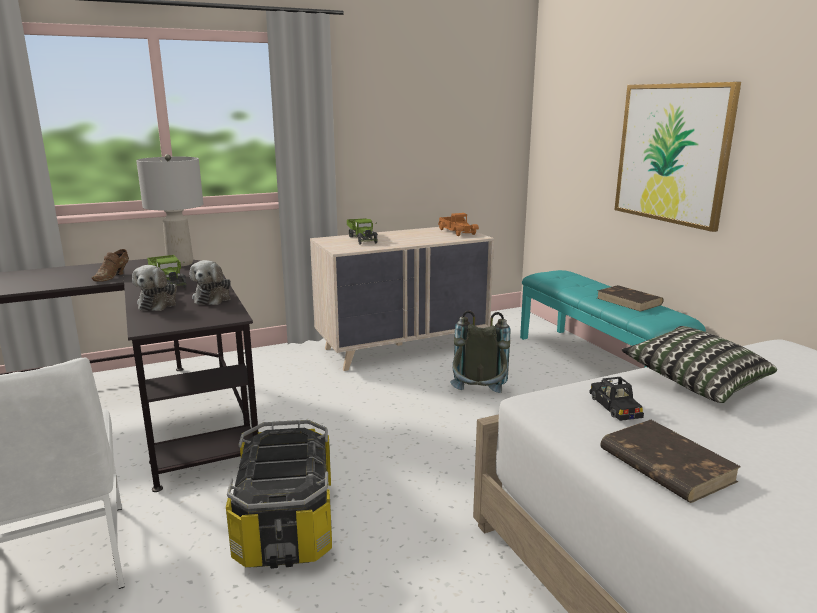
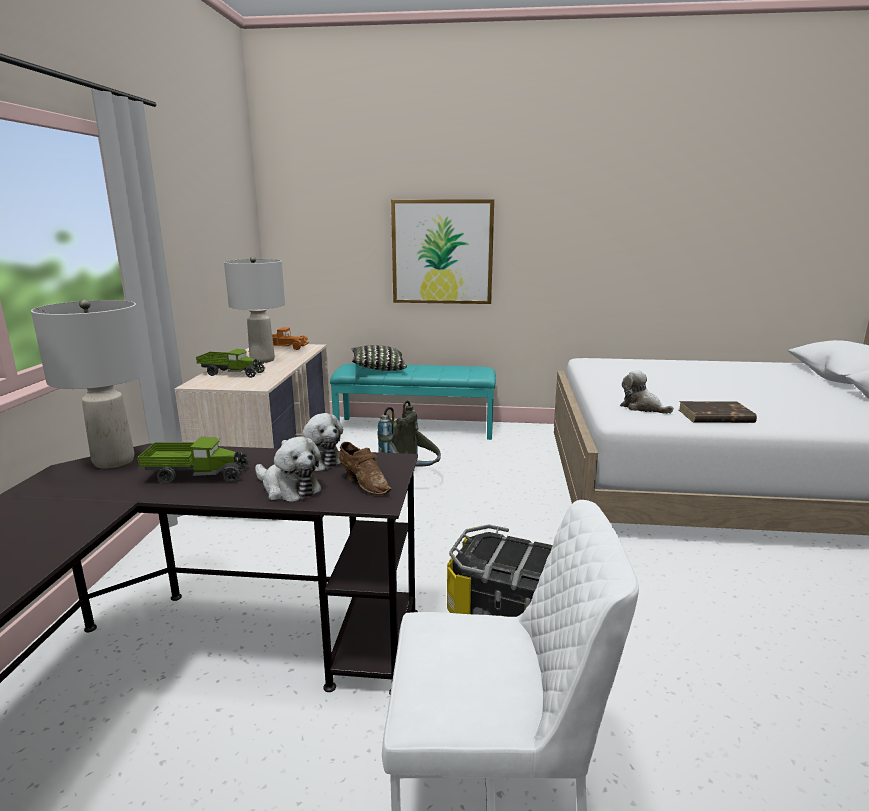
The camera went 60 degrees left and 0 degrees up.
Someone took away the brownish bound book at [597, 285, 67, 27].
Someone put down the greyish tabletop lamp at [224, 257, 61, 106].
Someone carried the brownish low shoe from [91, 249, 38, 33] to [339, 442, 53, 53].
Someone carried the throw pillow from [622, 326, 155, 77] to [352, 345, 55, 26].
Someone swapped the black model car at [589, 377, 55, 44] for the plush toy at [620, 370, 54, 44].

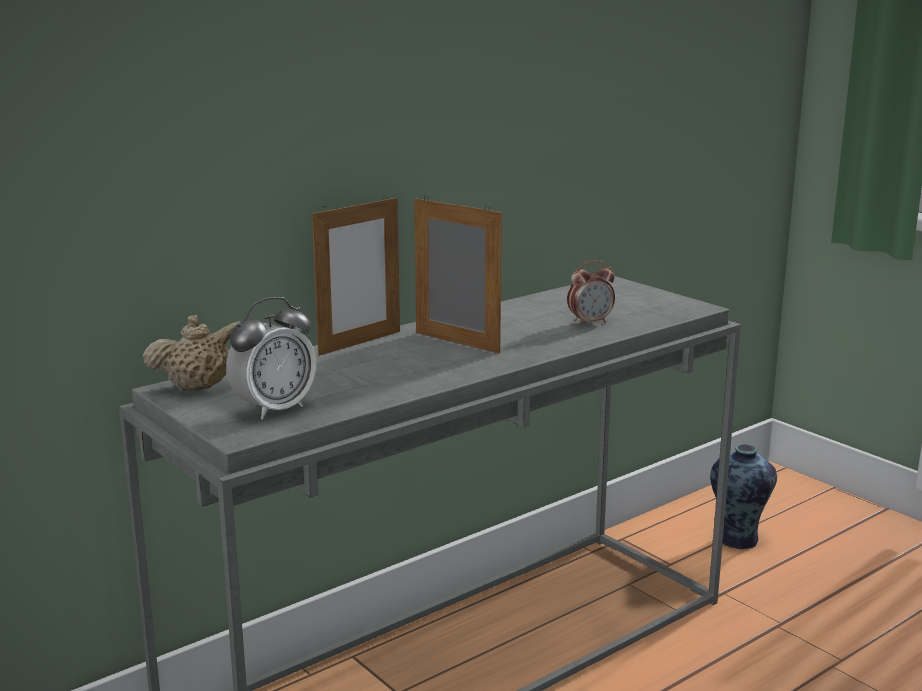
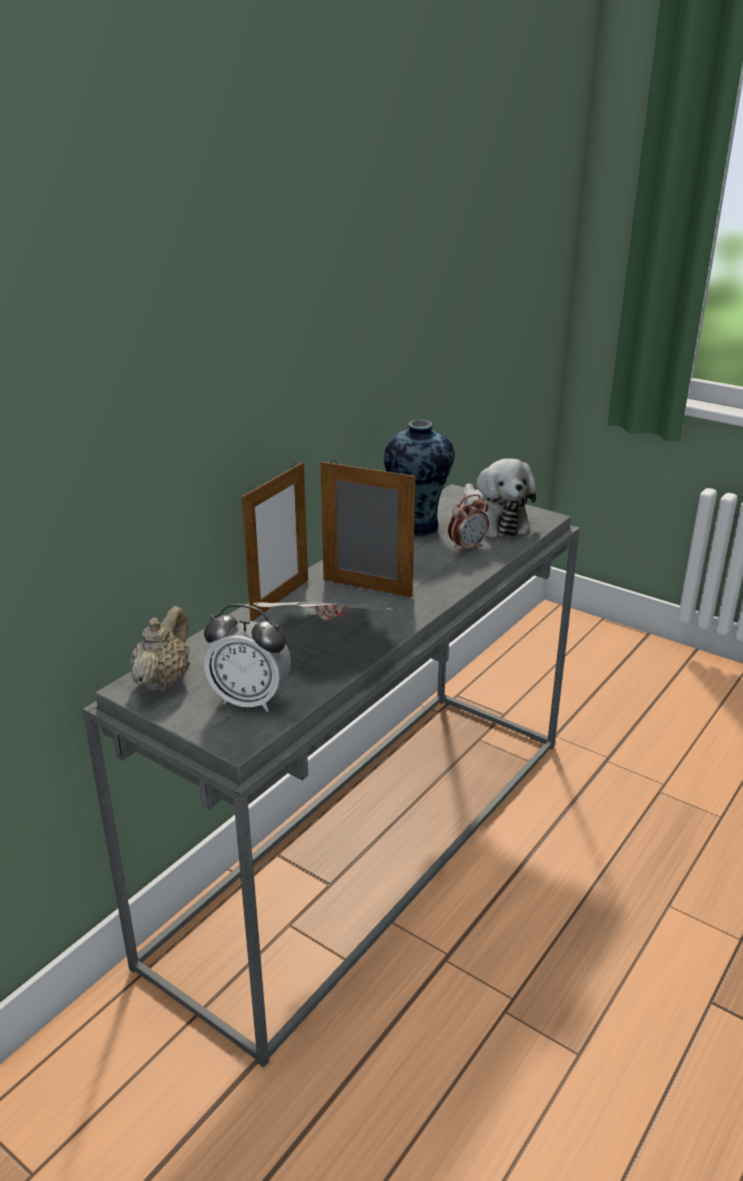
The camera went 15 degrees left and 10 degrees up.
Someone put down the daily paper at [253, 602, 144, 19].
Someone put down the plush toy at [464, 458, 72, 80].
Someone carried the vase from [710, 444, 67, 105] to [384, 420, 71, 116].
Someone rotated the beige teapot at [142, 315, 99, 76] by 45 degrees counterclockwise.
Someone rotated the bedside clock at [226, 297, 90, 123] by 75 degrees clockwise.

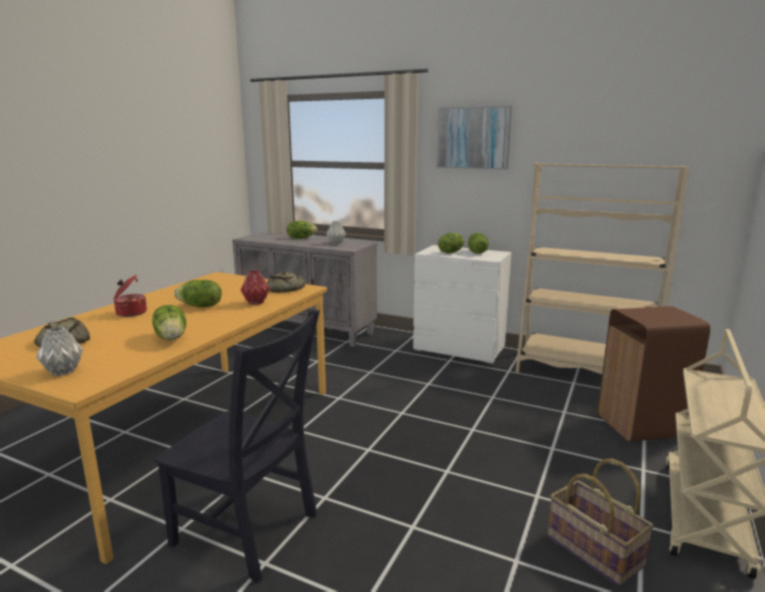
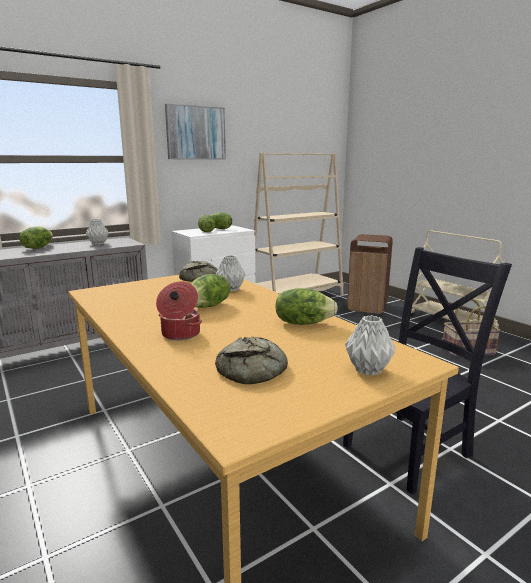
The camera went 60 degrees left and 0 degrees up.
Someone repainted the reddish vase at [240, 270, 30, 35], which became the greyish vase at [216, 255, 30, 37].

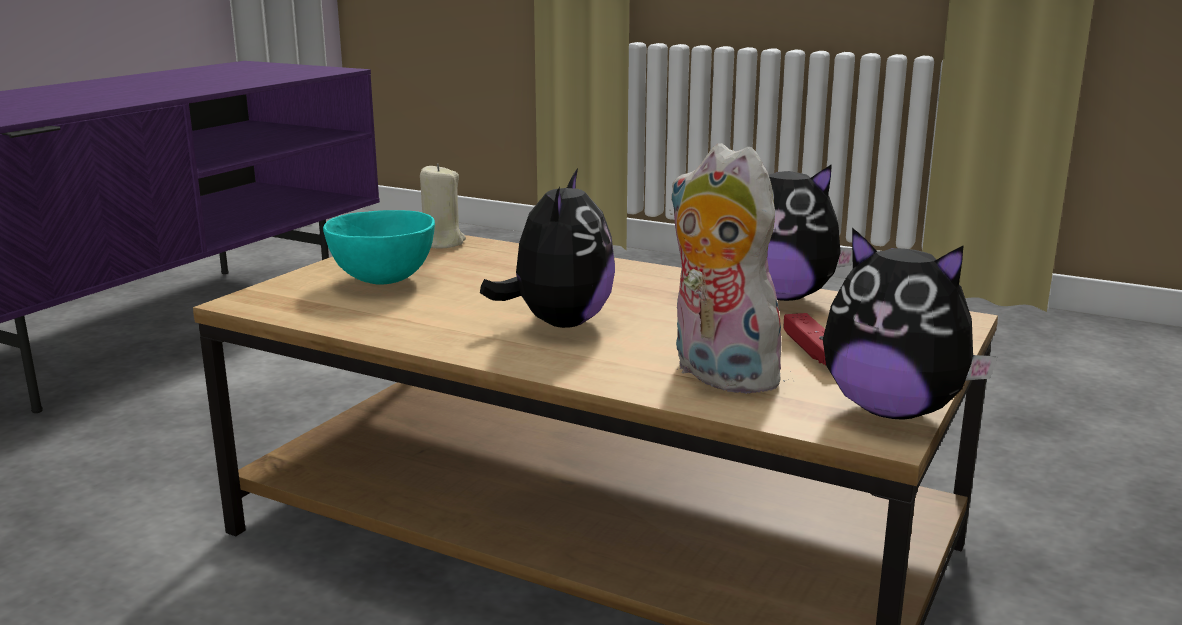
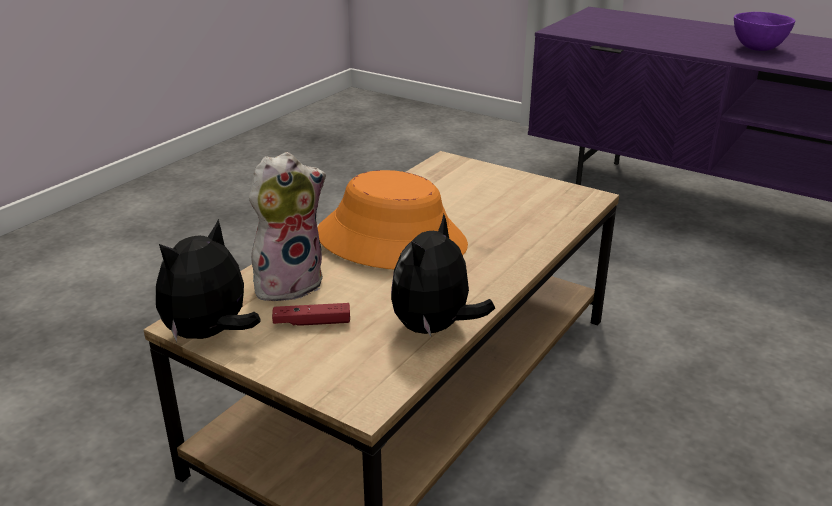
The camera went 95 degrees right and 10 degrees up.
Someone took away the blue-green serving bowl at [323, 210, 112, 75].
Someone took away the beige wax candle at [420, 163, 46, 85].
Someone put down the purplish serving bowl at [734, 12, 61, 39].
Someone swapped the plush toy at [480, 168, 135, 160] for the orange-coloured hat at [317, 170, 151, 99].

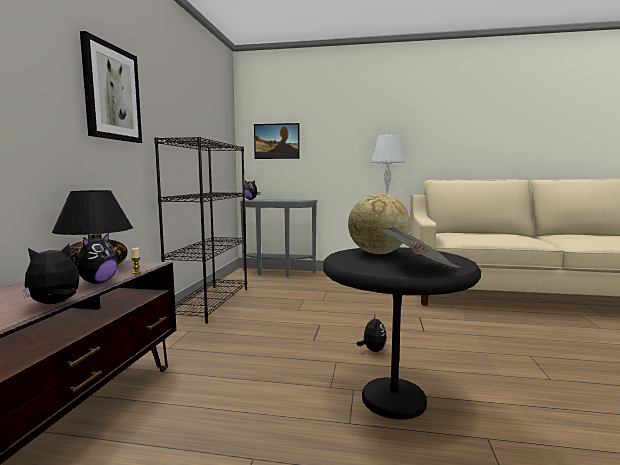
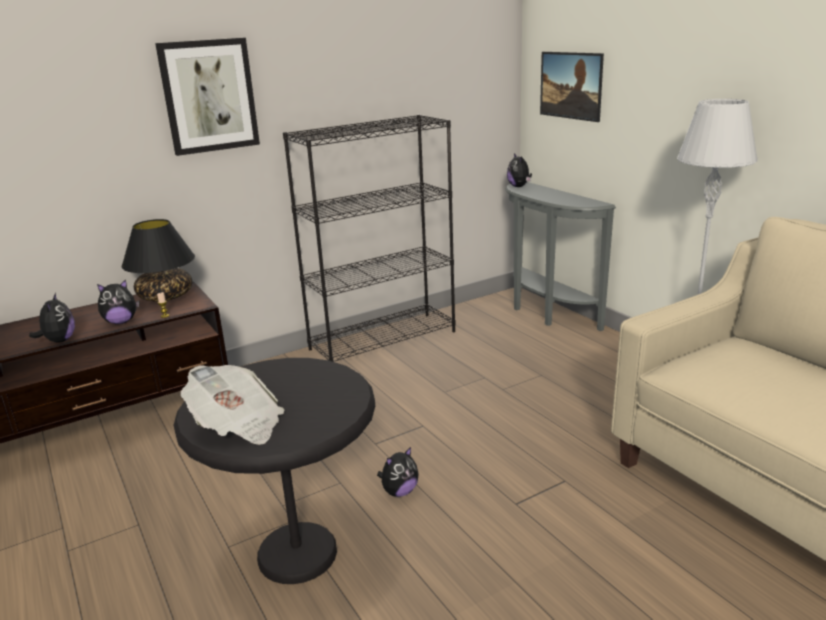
The camera went 50 degrees right and 15 degrees up.
Someone took away the globe at [348, 193, 62, 61].
Someone rotated the plush toy at [22, 244, 57, 60] by 75 degrees clockwise.

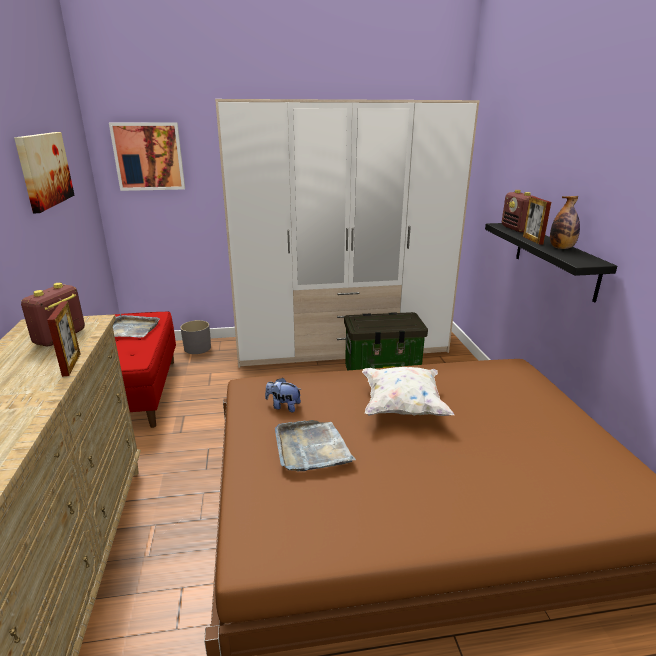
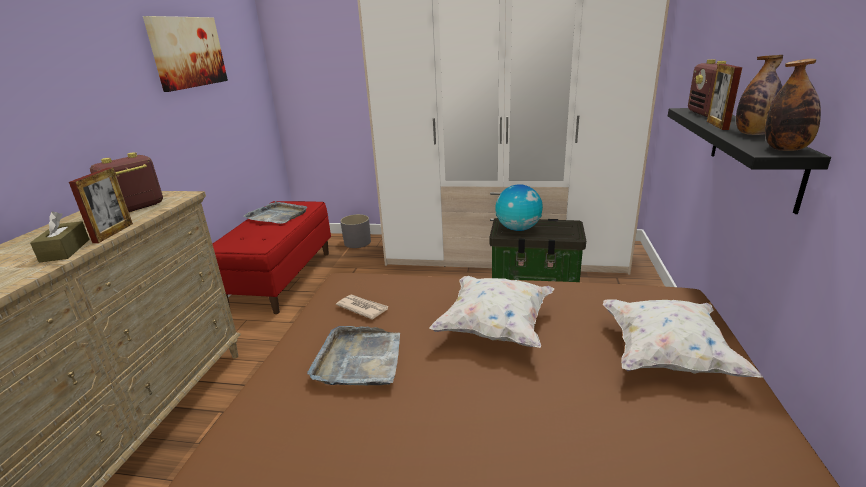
The camera went 20 degrees right and 0 degrees up.
Someone took away the picture at [109, 122, 76, 69].
Someone put down the brownish box of tissues at [30, 212, 59, 51].
Someone put down the globe at [495, 184, 48, 47].
Someone put down the whitish throw pillow at [603, 299, 160, 79].
Someone put down the beverage bottle at [765, 59, 56, 92].
Someone swapped the plush toy at [265, 378, 37, 34] for the daily paper at [336, 294, 53, 26].

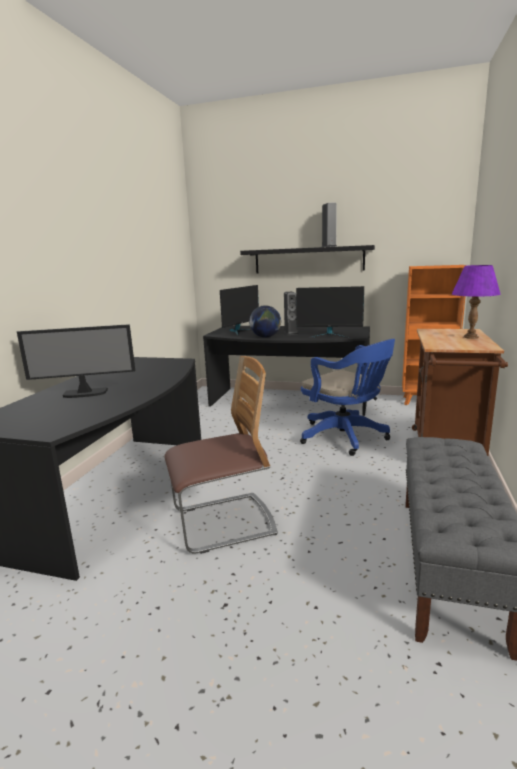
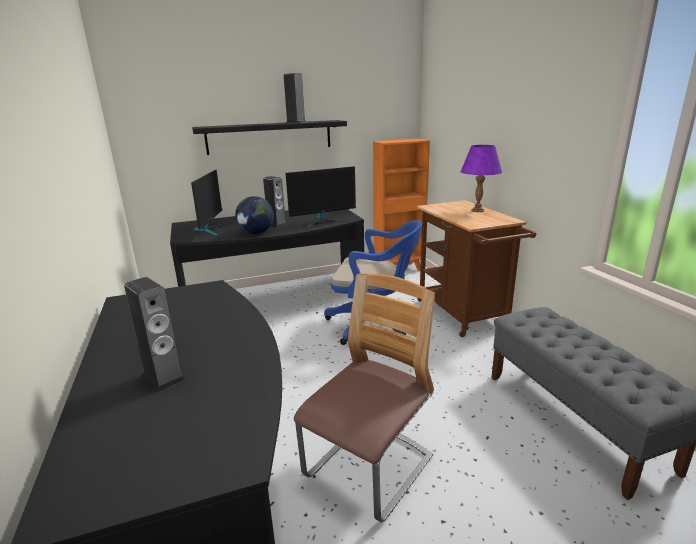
The camera went 35 degrees left and 5 degrees up.
Someone swapped the computer display at [17, 324, 118, 74] for the audio speaker at [124, 277, 61, 115].

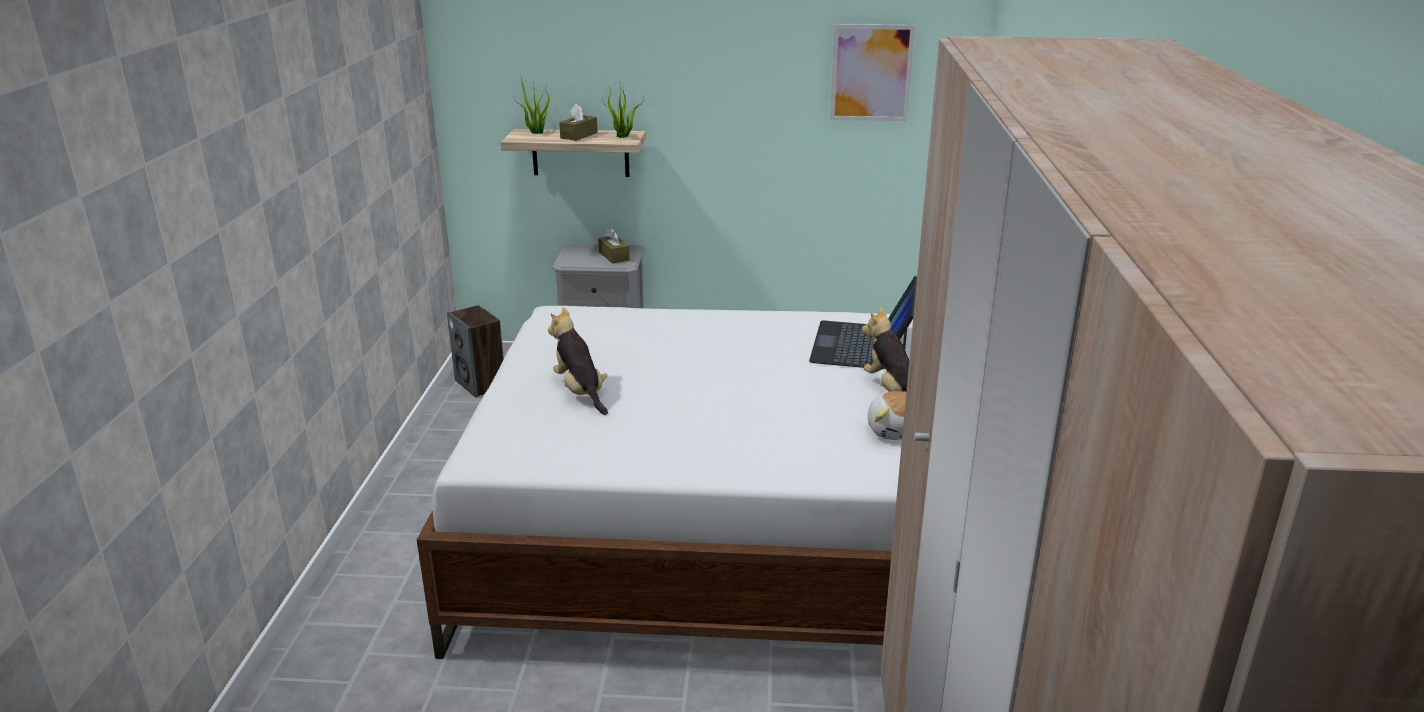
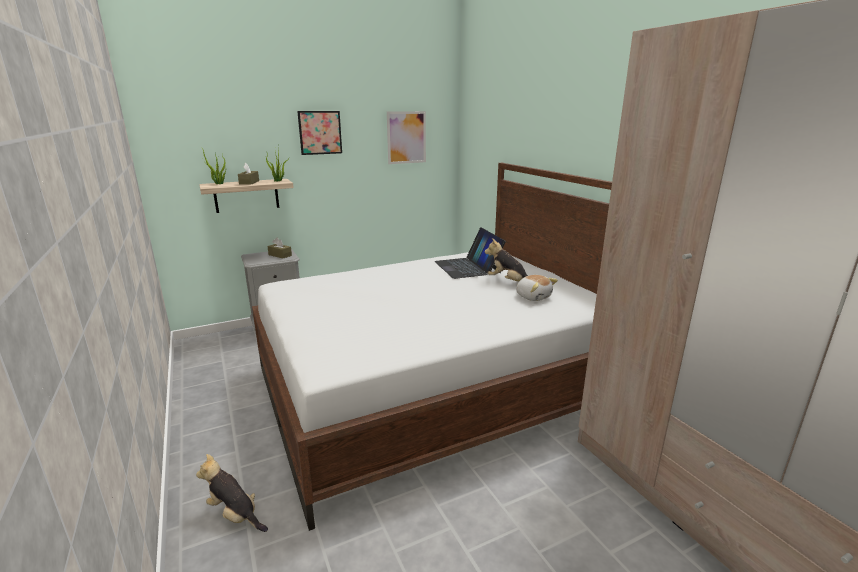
The camera went 30 degrees left and 5 degrees down.
Someone took away the audio speaker at [447, 305, 57, 92].
Someone put up the picture at [297, 111, 45, 44].
Someone carried the plush toy from [548, 307, 60, 108] to [196, 454, 72, 78].

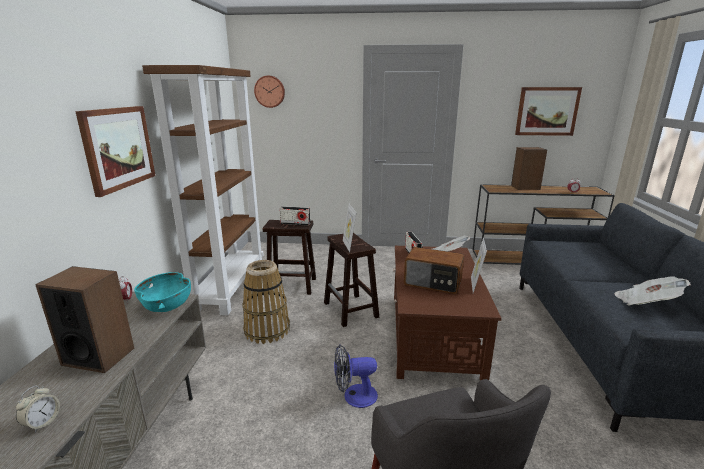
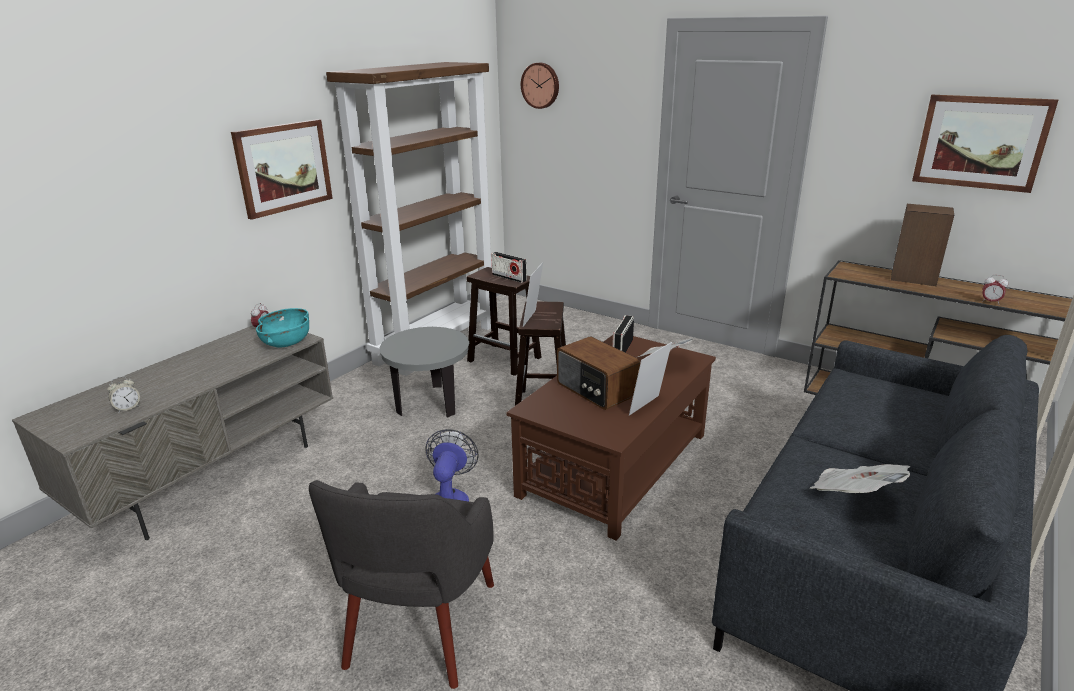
The camera went 30 degrees right and 5 degrees up.
Someone took away the audio speaker at [35, 266, 99, 107].
Someone swapped the household basket at [242, 260, 48, 84] for the greyish side table at [379, 327, 90, 91].
Someone rotated the electric fan at [334, 345, 44, 63] by 75 degrees clockwise.

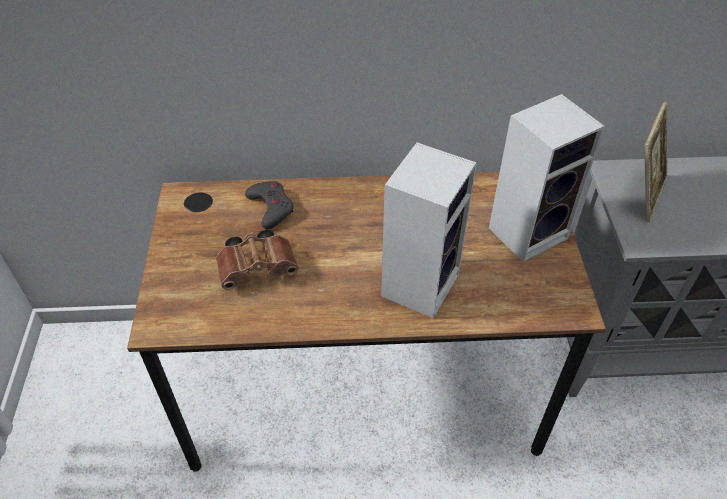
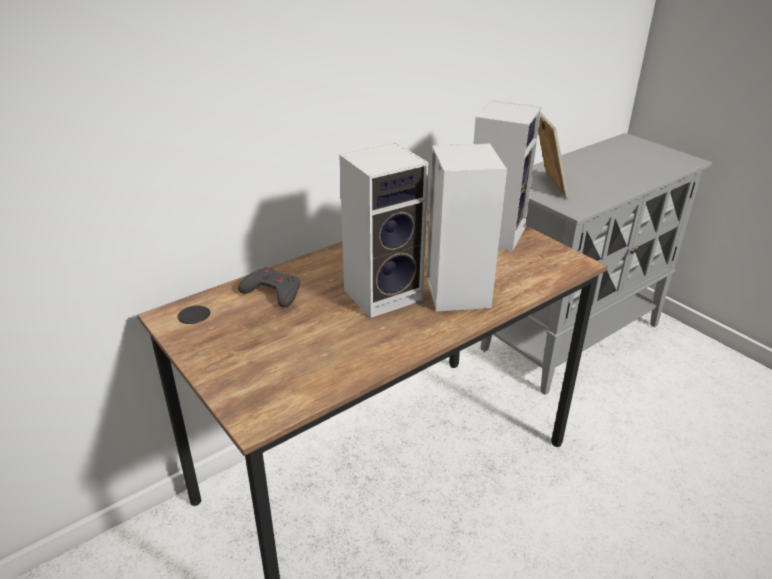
The camera went 35 degrees left and 15 degrees down.
Someone took away the brownish pair of binoculars at [216, 230, 83, 60].
Someone put down the audio speaker at [339, 143, 90, 175].

